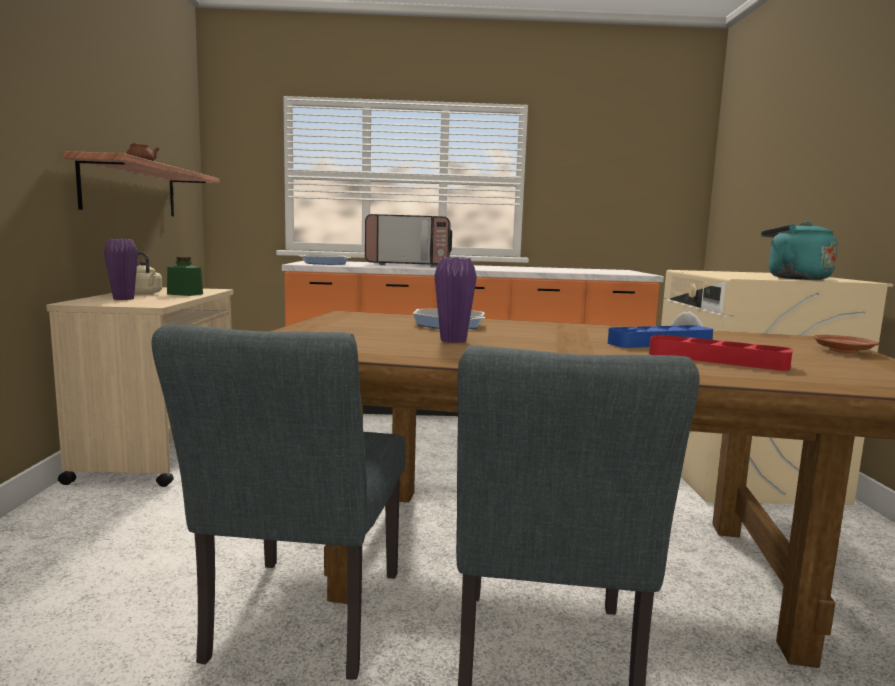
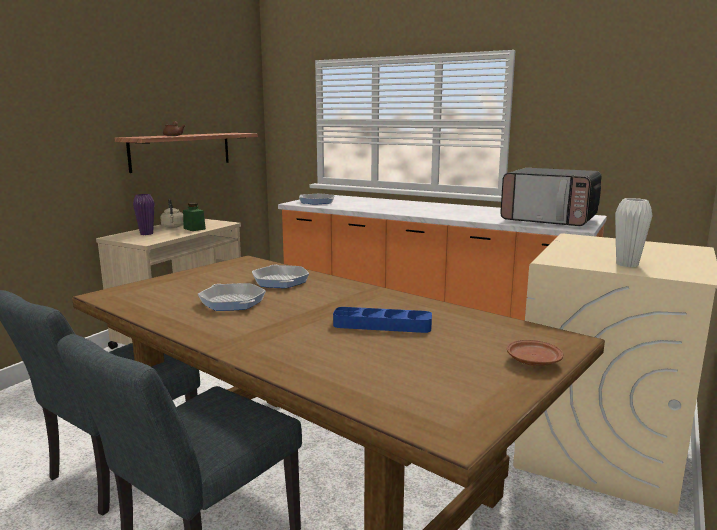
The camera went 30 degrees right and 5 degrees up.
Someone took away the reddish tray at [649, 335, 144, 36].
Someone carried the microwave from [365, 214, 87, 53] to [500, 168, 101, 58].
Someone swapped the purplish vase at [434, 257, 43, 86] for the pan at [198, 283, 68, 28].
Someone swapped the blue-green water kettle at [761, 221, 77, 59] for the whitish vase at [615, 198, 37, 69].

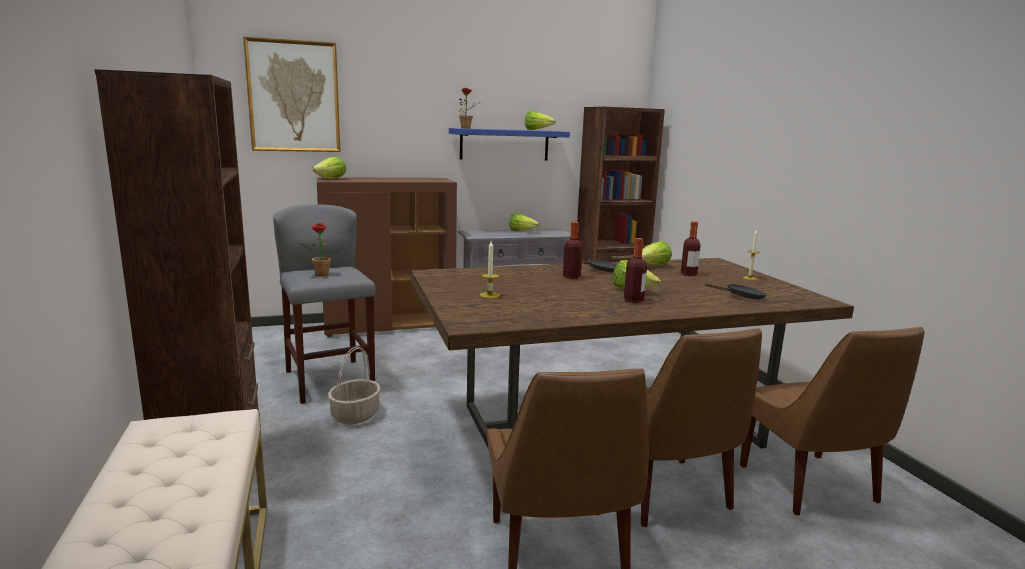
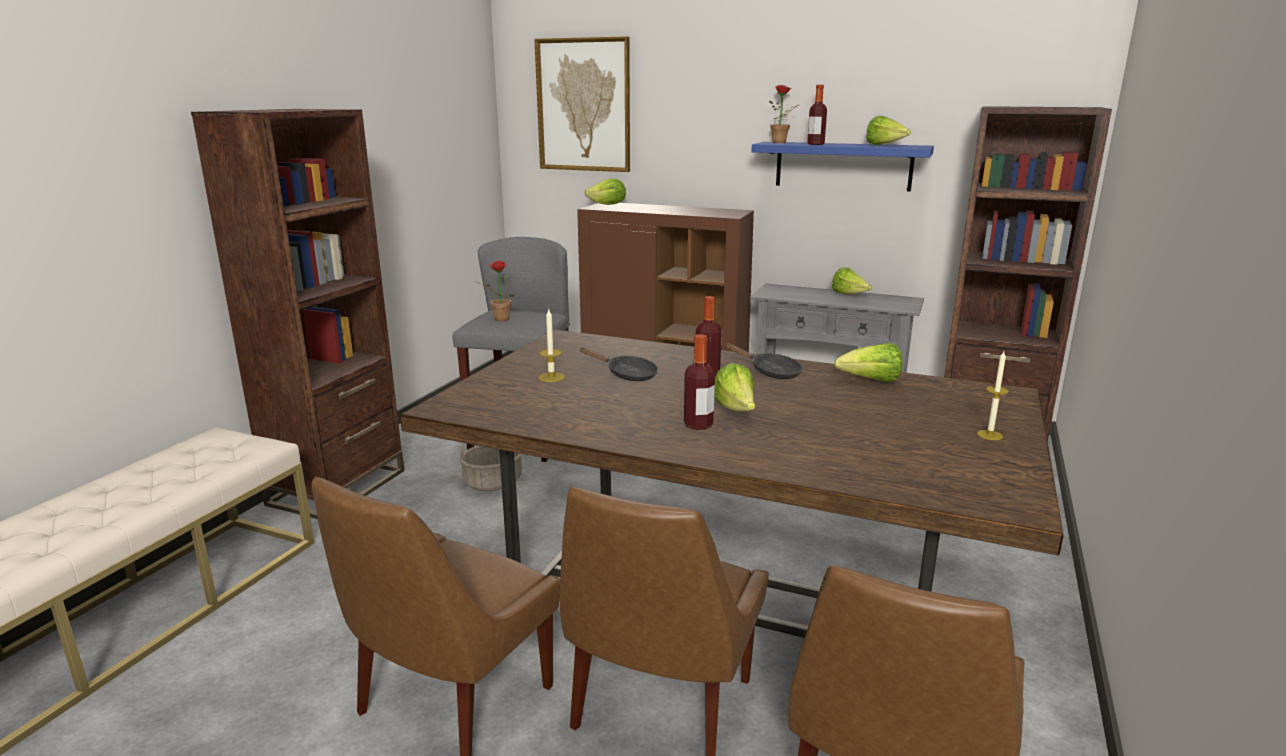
The camera went 40 degrees right and 5 degrees up.
Someone carried the beverage bottle from [681, 221, 20, 55] to [807, 85, 20, 60].
Someone carried the black pan from [704, 283, 63, 16] to [580, 347, 78, 34].

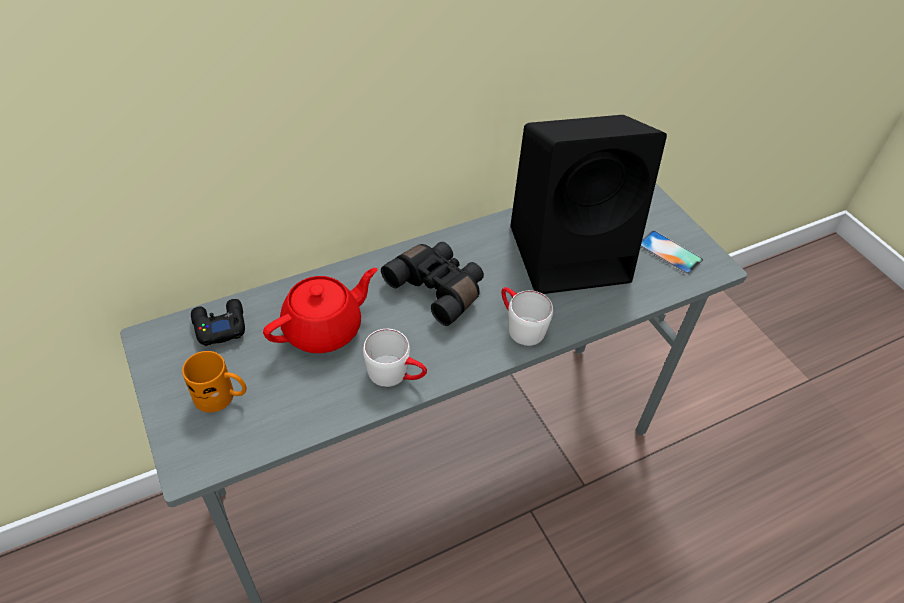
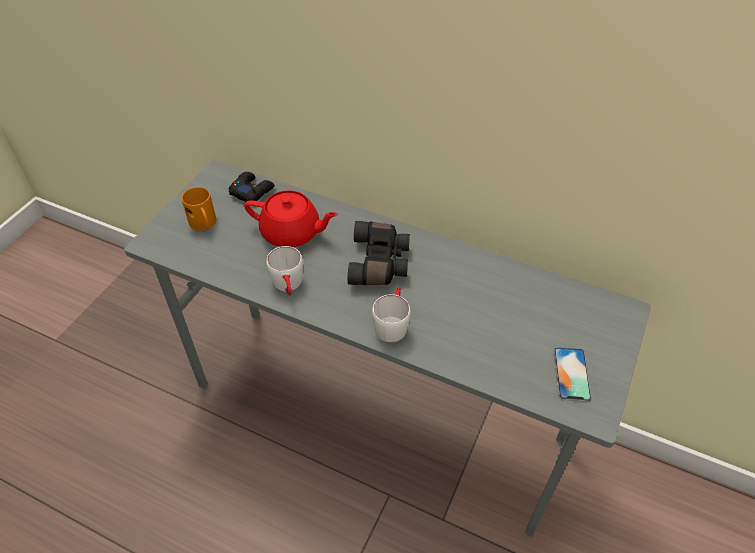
The camera went 55 degrees right and 0 degrees up.
Someone took away the black audio speaker at [510, 115, 157, 179].

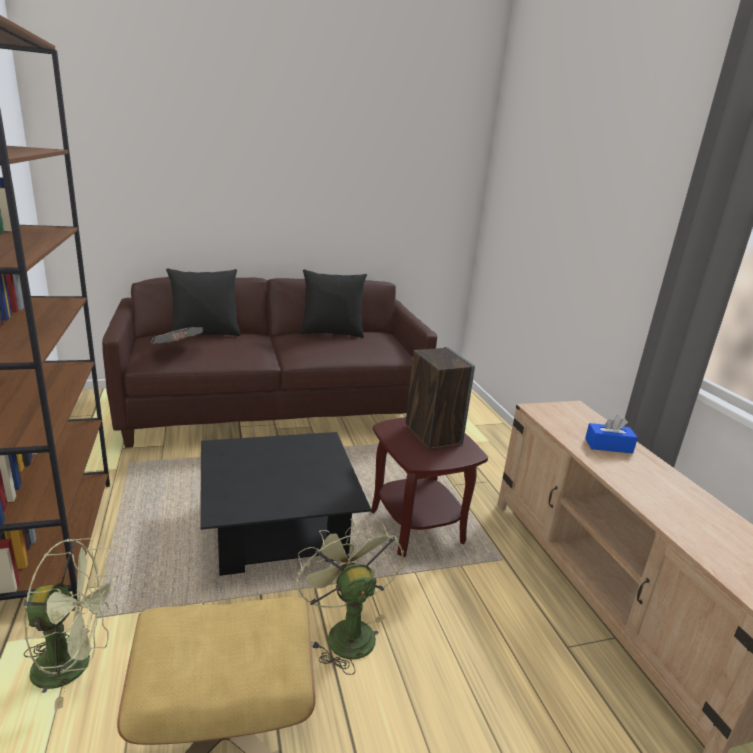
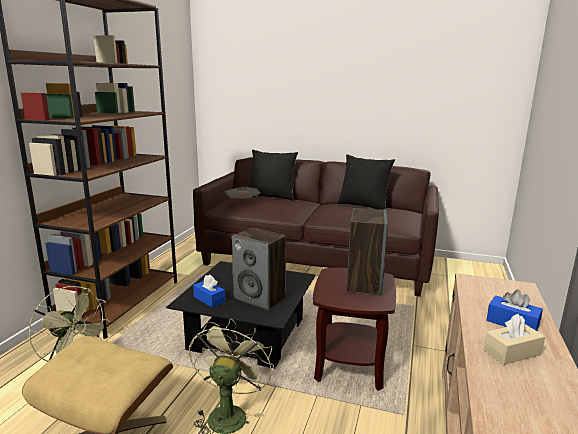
The camera went 35 degrees right and 5 degrees down.
Someone put down the blue box of tissues at [193, 275, 33, 33].
Someone put down the audio speaker at [232, 228, 54, 82].
Someone put down the beige box of tissues at [483, 314, 62, 51].

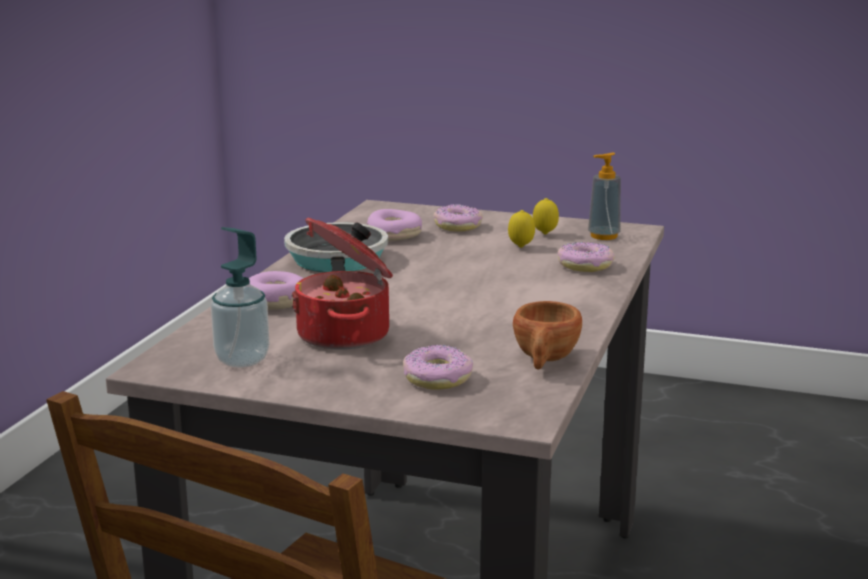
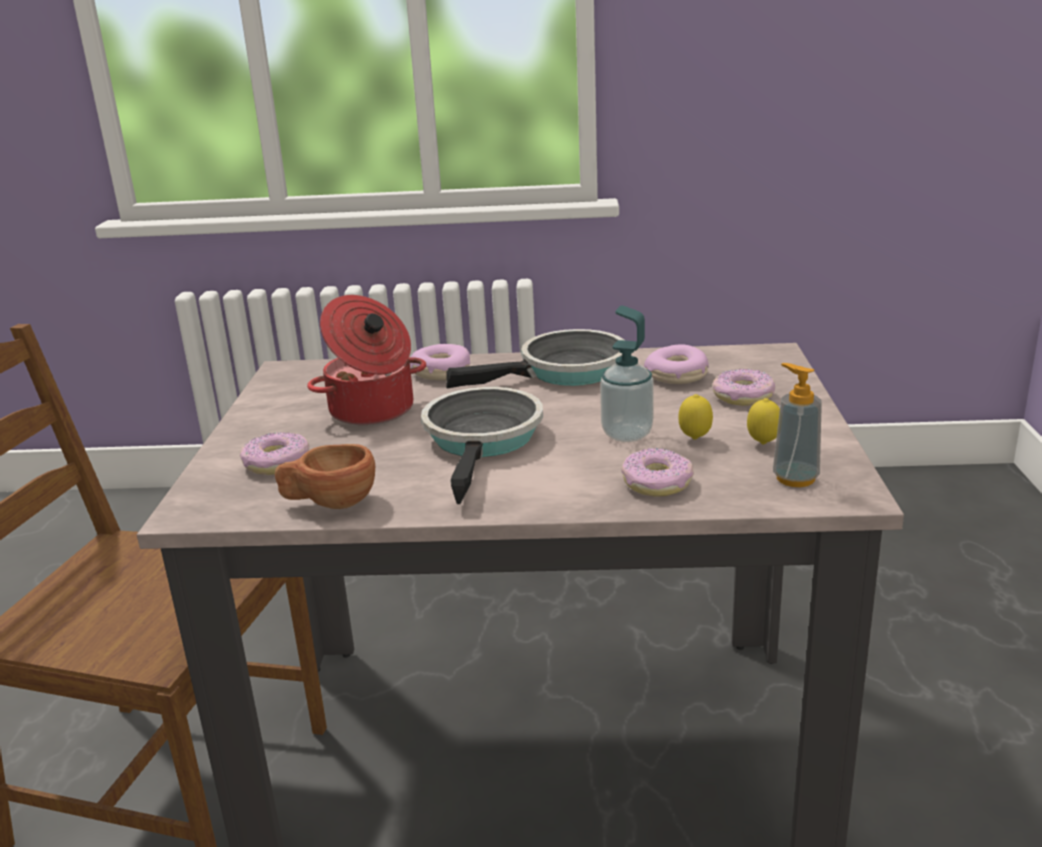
The camera went 75 degrees right and 5 degrees up.
Someone put down the pan at [421, 387, 122, 117].
Someone carried the soap bottle from [211, 227, 58, 140] to [600, 306, 54, 136].

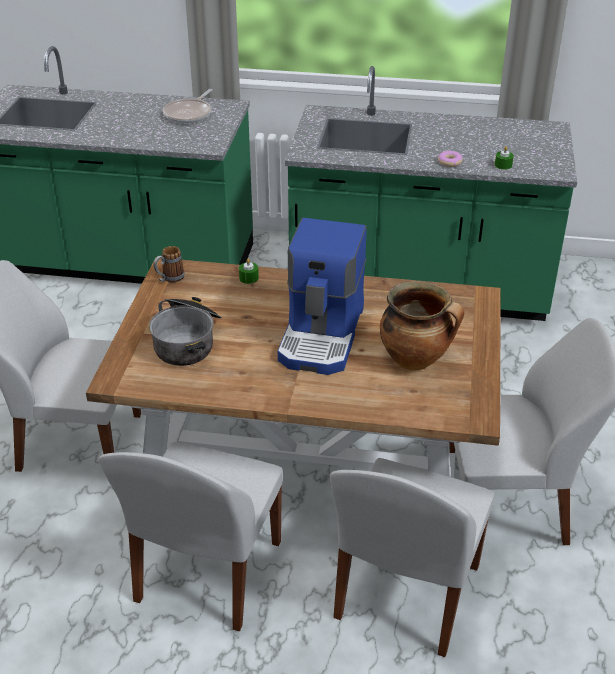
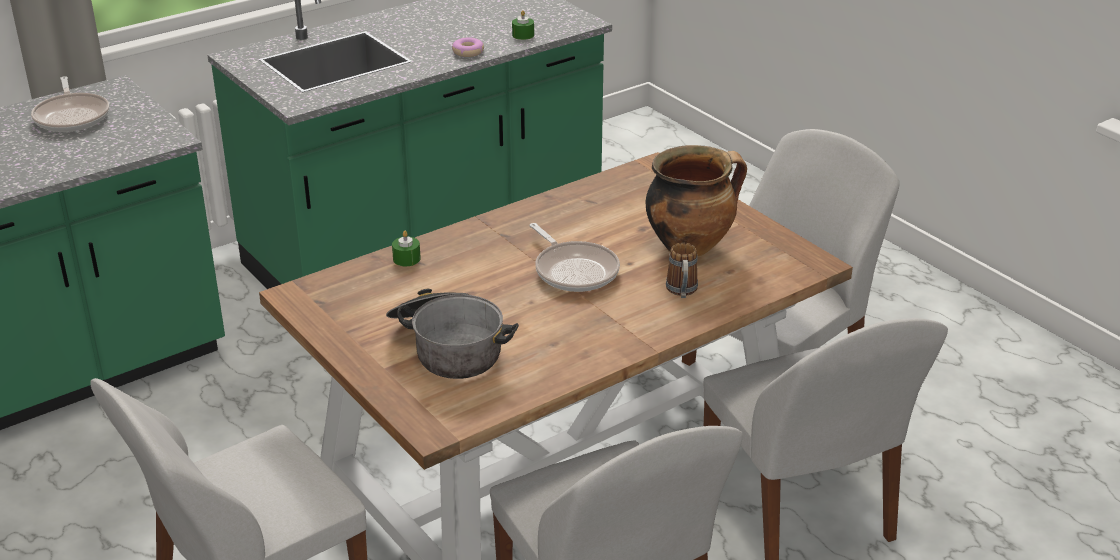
The camera went 45 degrees left and 5 degrees down.
Someone carried the mug from [153, 246, 32, 37] to [666, 243, 32, 55].
Someone swapped the coffee brewer at [278, 218, 89, 157] for the pan at [529, 223, 91, 69].

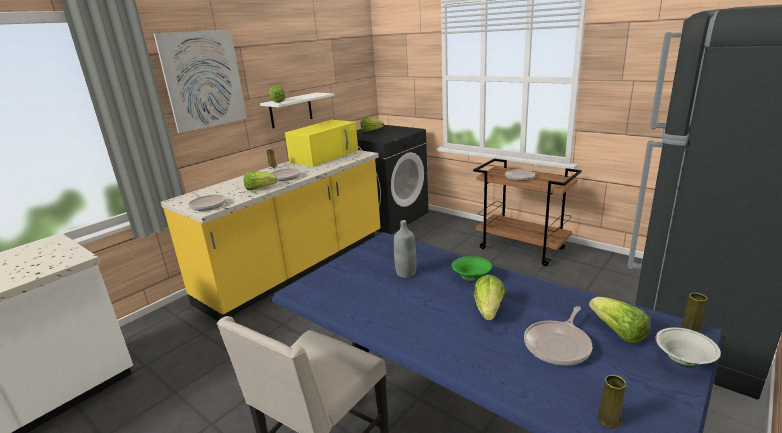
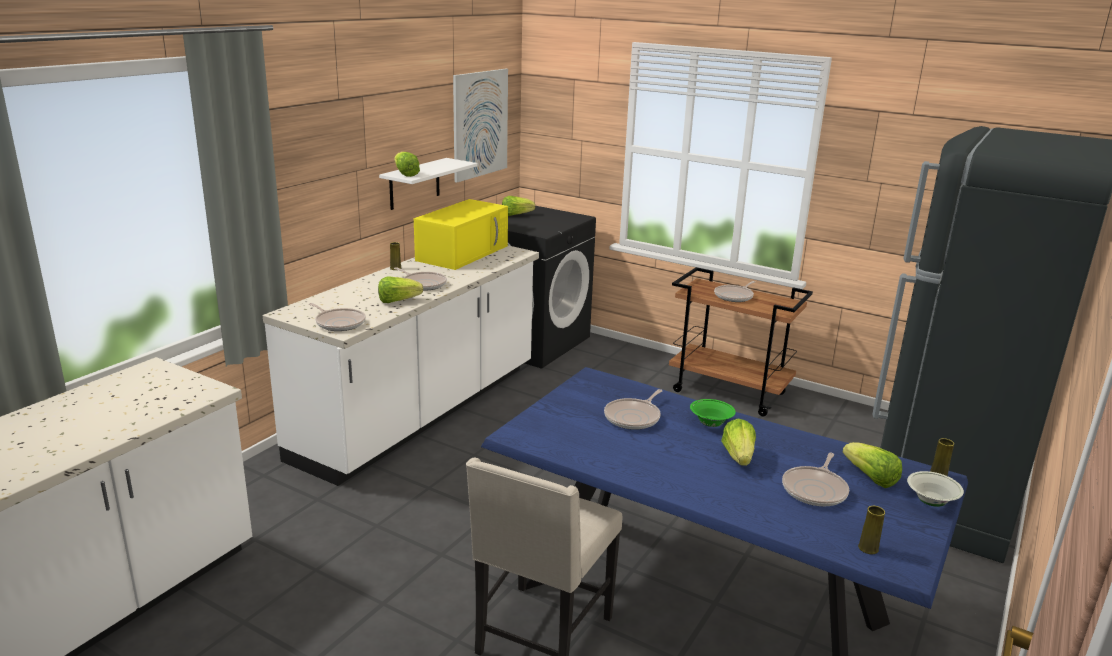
The camera went 10 degrees left and 0 degrees up.
Someone carried the picture from [154, 29, 93, 104] to [453, 69, 55, 114].
Someone swapped the greyish beverage bottle at [394, 220, 22, 58] for the pan at [604, 389, 58, 41].
Someone repainted the yellowish counter at [161, 150, 220, 171], which became the whitish counter at [263, 246, 276, 240].

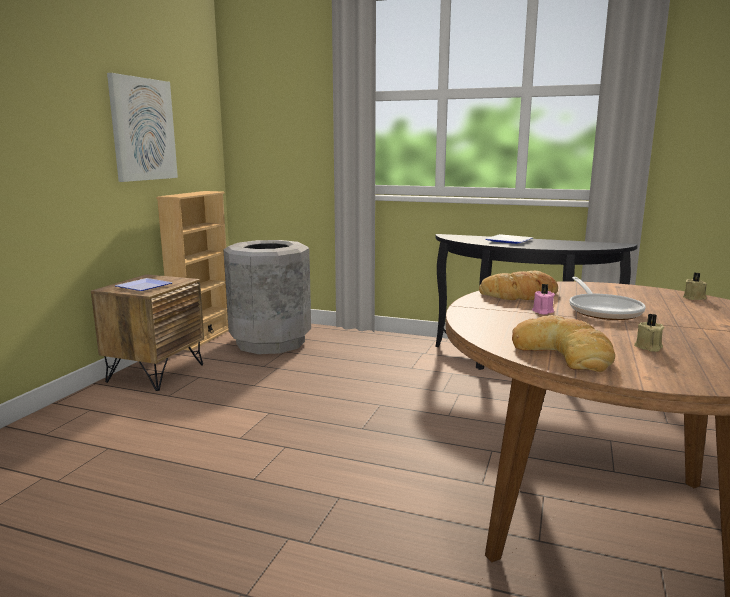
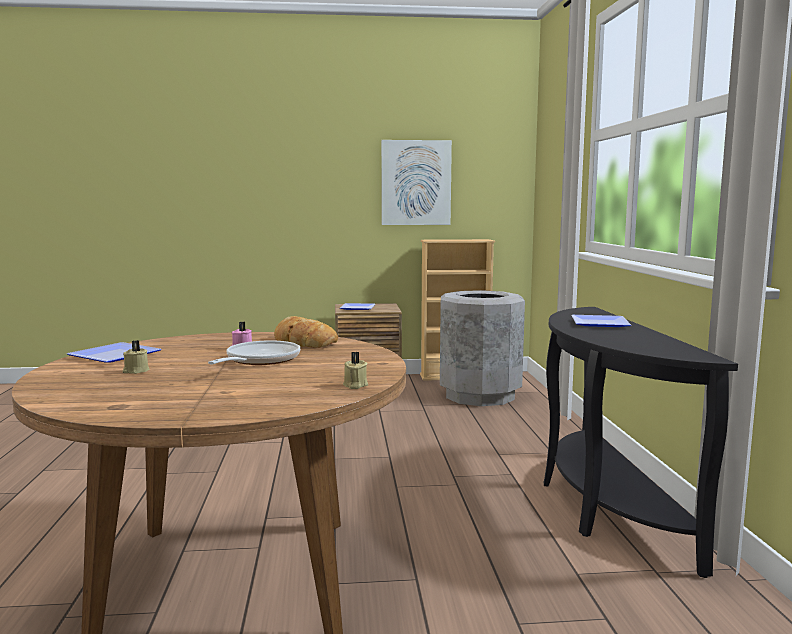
The camera went 65 degrees right and 5 degrees down.
Someone swapped the bread at [512, 315, 103, 57] for the plate at [67, 342, 94, 21].
Someone rotated the pan at [569, 277, 77, 43] by 135 degrees clockwise.

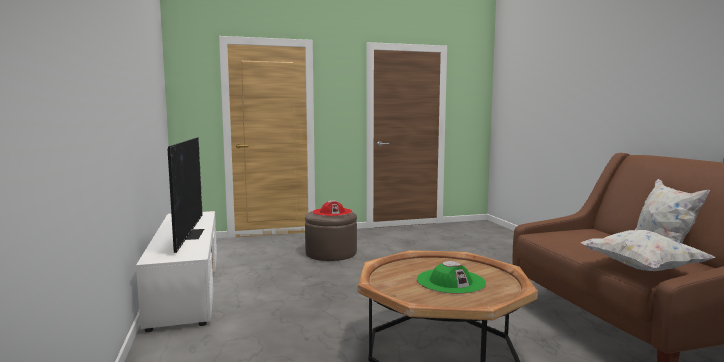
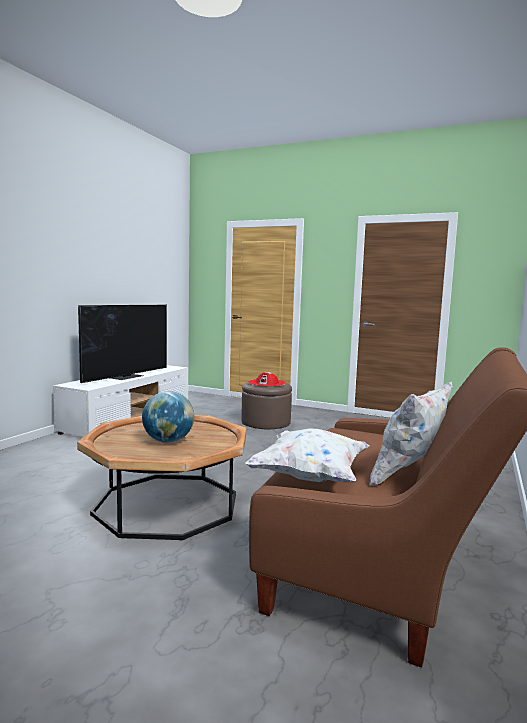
The camera went 40 degrees right and 0 degrees up.
Someone swapped the green-coloured hat at [417, 261, 69, 33] for the globe at [142, 391, 52, 52].

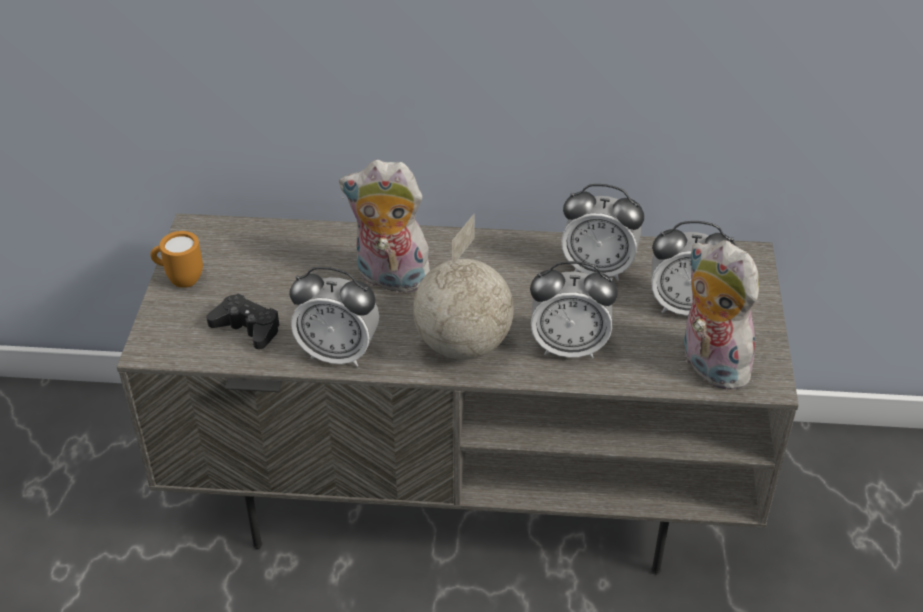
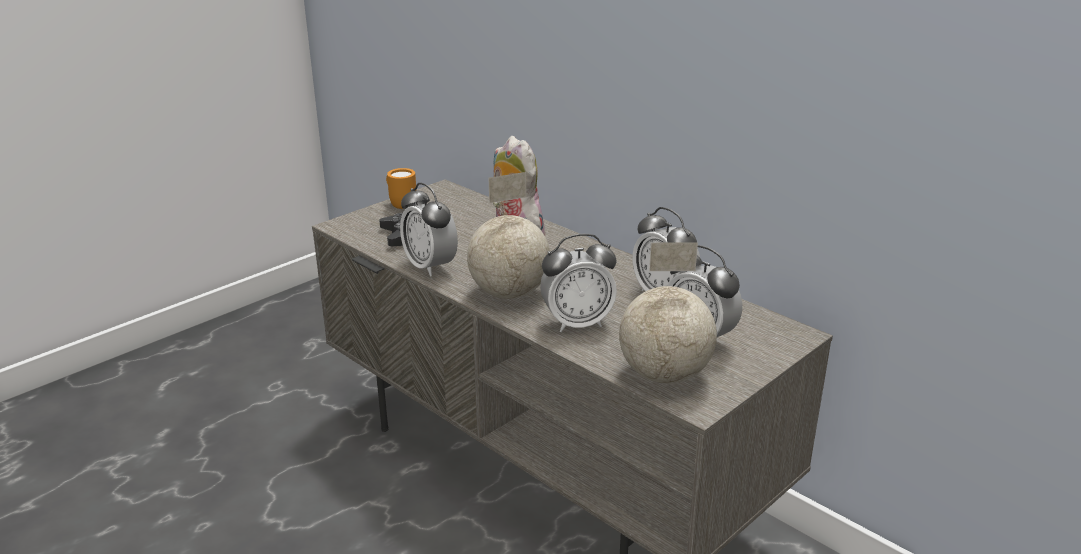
The camera went 40 degrees right and 15 degrees down.
Someone swapped the plush toy at [682, 240, 77, 150] for the globe at [619, 242, 98, 142].
Someone rotated the bedside clock at [530, 261, 88, 98] by 60 degrees counterclockwise.

